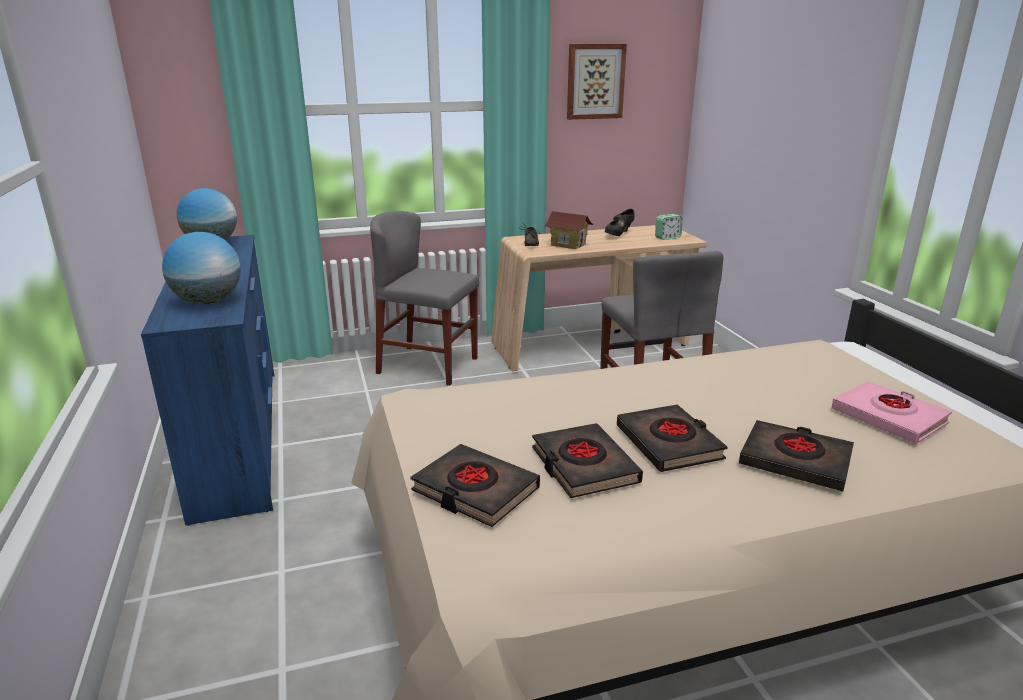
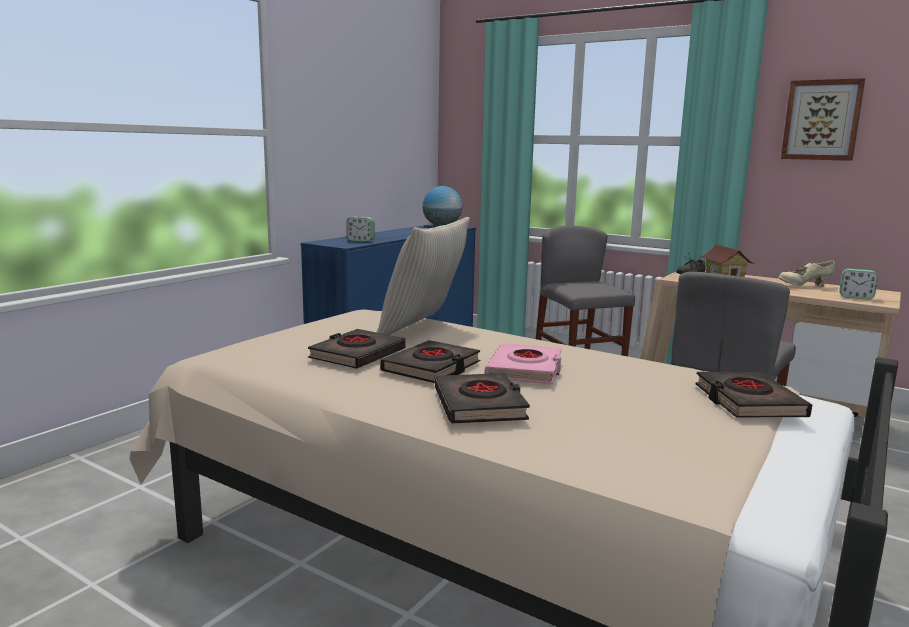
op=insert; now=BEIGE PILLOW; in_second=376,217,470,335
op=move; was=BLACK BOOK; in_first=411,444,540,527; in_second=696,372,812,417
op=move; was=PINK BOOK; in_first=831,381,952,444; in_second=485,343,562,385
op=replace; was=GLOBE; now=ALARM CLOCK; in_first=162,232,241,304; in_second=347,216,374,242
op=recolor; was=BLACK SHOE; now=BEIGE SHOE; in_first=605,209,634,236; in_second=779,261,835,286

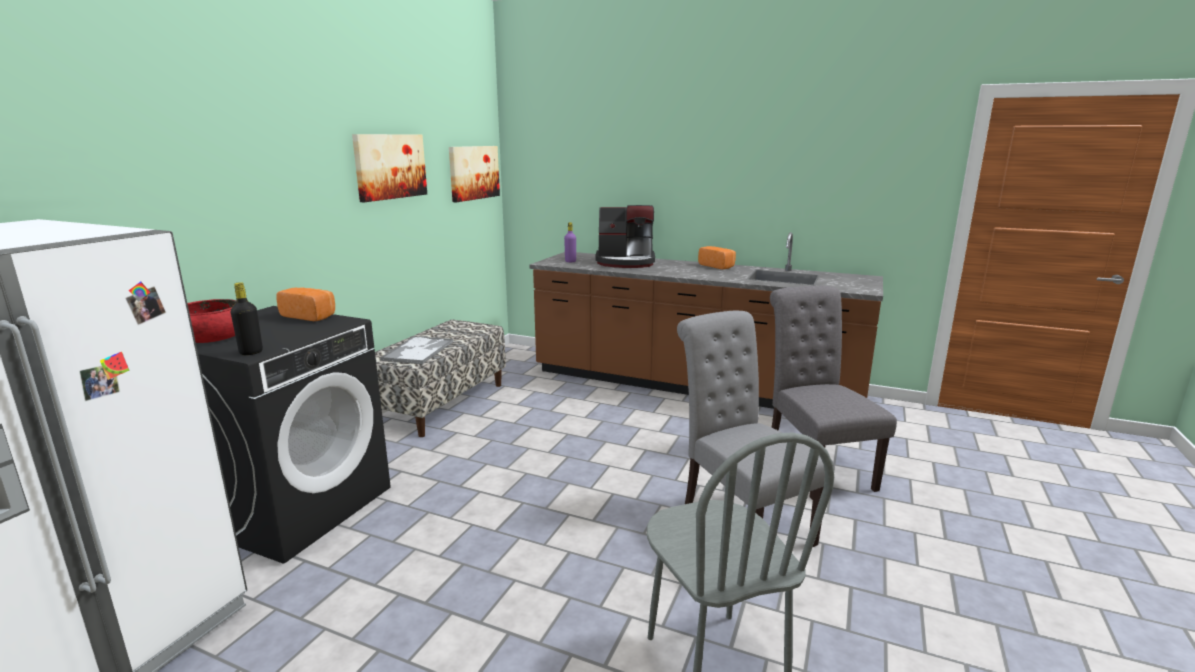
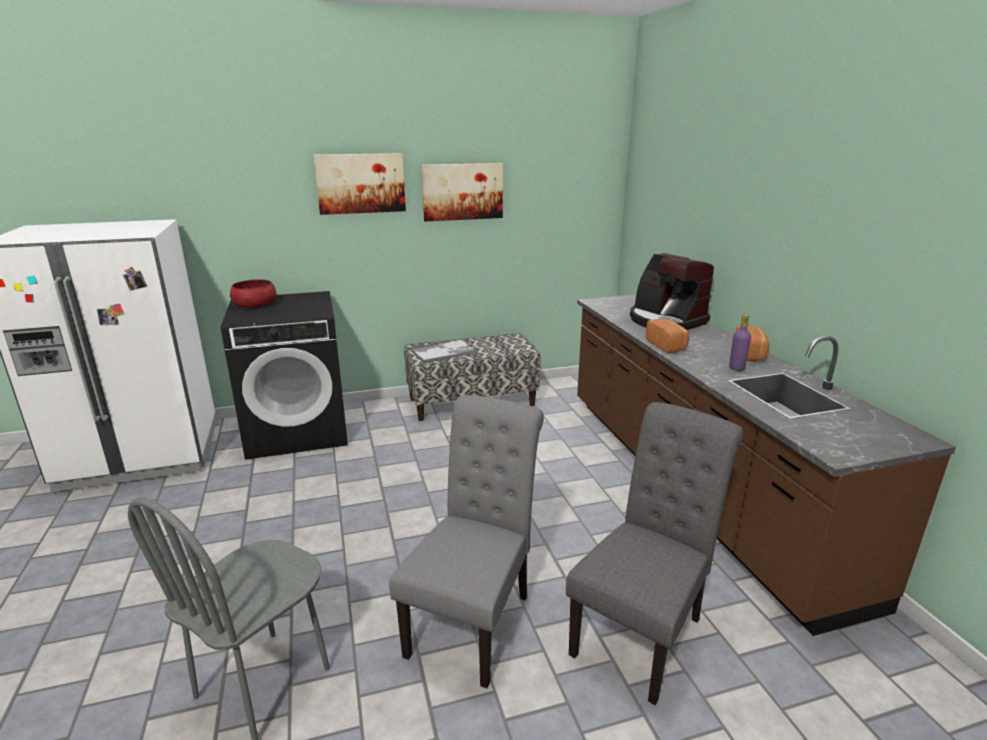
op=delete; was=BLACK BOTTLE; in_first=231,282,263,355
op=move; was=BREAD; in_first=276,287,335,321; in_second=646,319,690,353
op=move; was=PICTURE; in_first=449,146,500,202; in_second=314,153,406,215
op=move; was=PURPLE BOTTLE; in_first=564,222,576,262; in_second=729,315,751,371

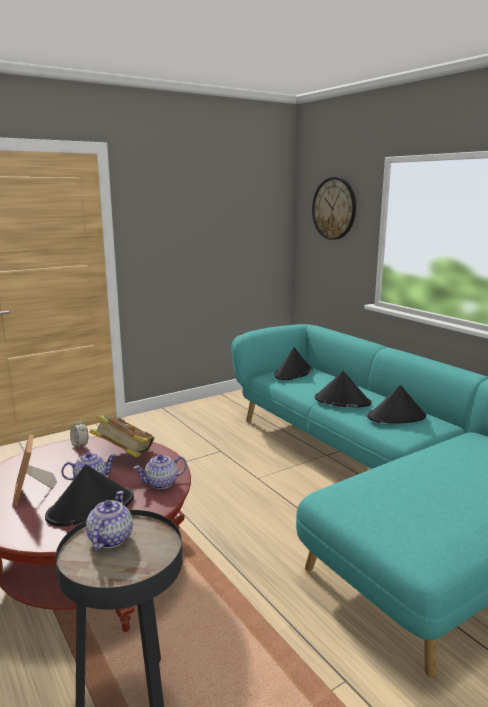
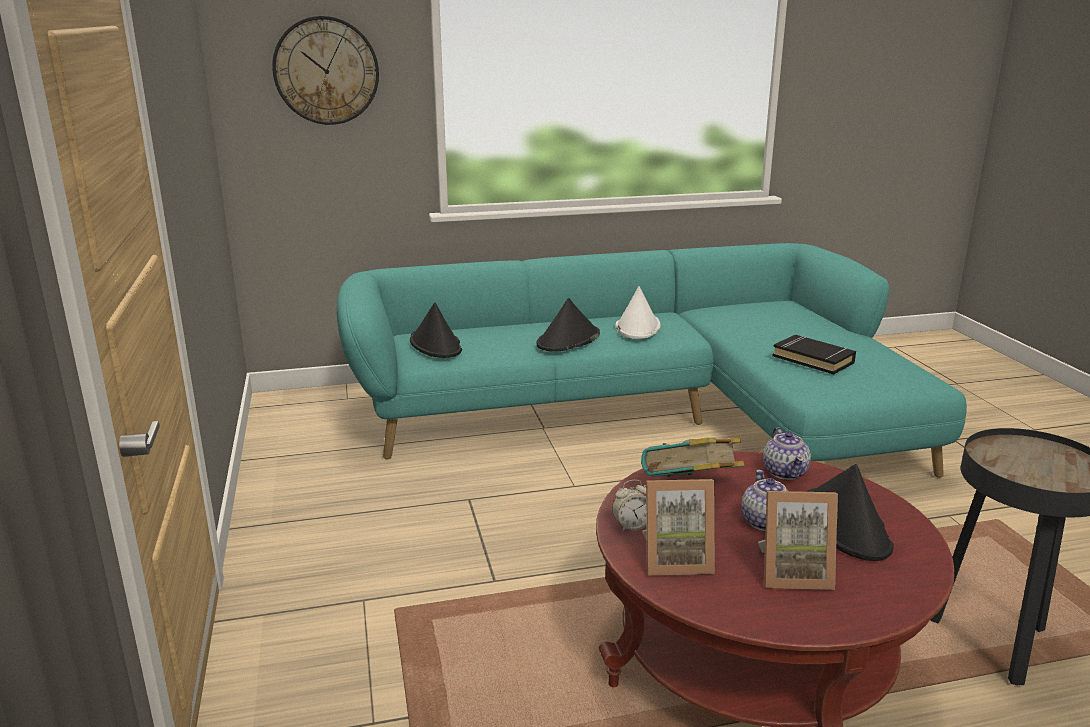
op=delete; was=TEAPOT; in_first=86,491,133,551
op=insert; now=PICTURE FRAME; in_second=642,479,715,576
op=insert; now=BLACK BOOK; in_second=773,335,856,374
op=recolor; was=BLACK HAT; now=WHITE HAT; in_first=367,385,426,424; in_second=616,286,661,339

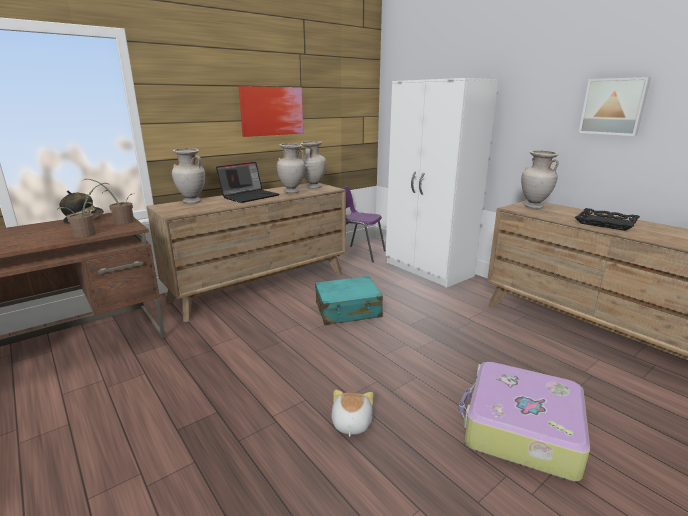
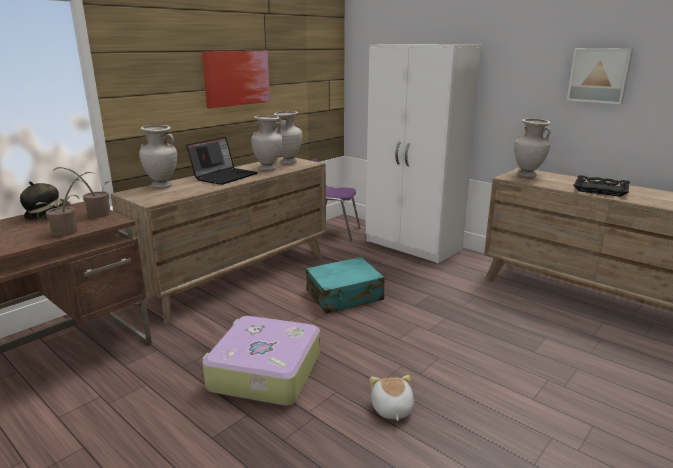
op=move; was=SUITCASE; in_first=458,362,590,481; in_second=202,316,320,406

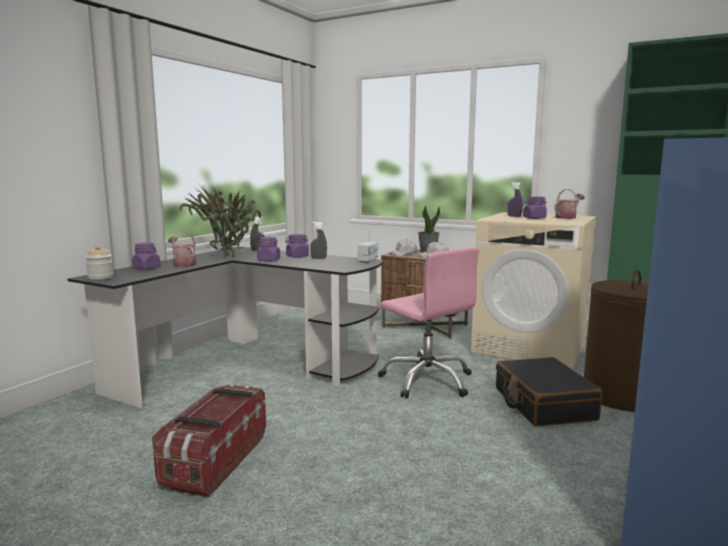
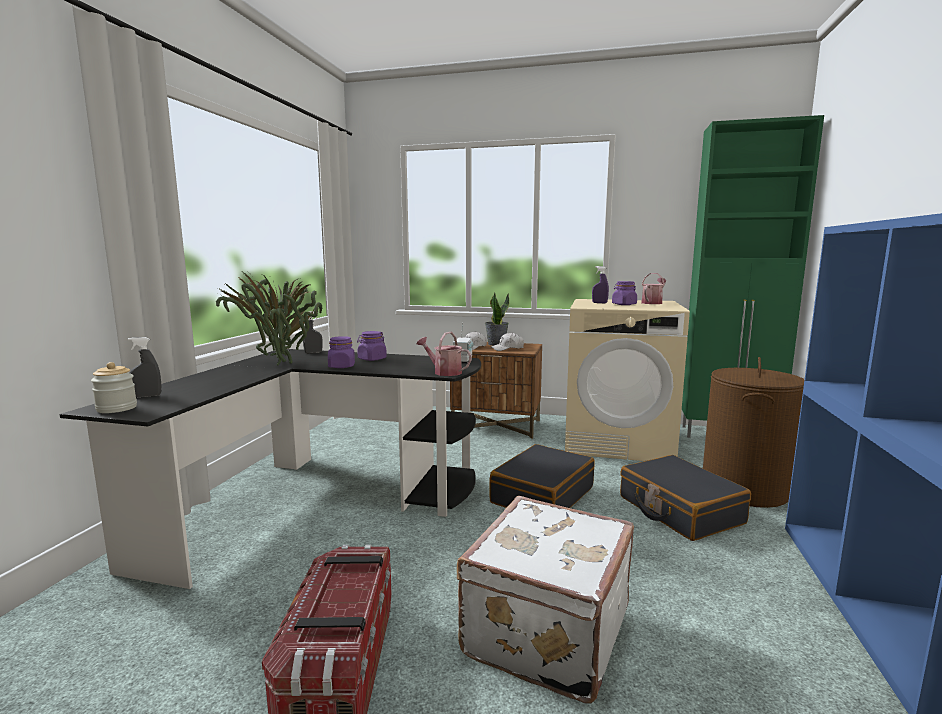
op=delete; was=PURPLE JAR; in_first=132,243,161,270
op=insert; now=WHITE SUITCASE; in_second=457,496,634,704
op=move; was=WATERING CAN; in_first=168,233,196,267; in_second=417,332,472,376
op=move; was=GREY SPRAY BOTTLE; in_first=310,222,327,259; in_second=128,337,161,398
op=replace; was=PINK OFFICE CHAIR; now=BLACK SUITCASE; in_first=378,247,479,398; in_second=489,444,595,508

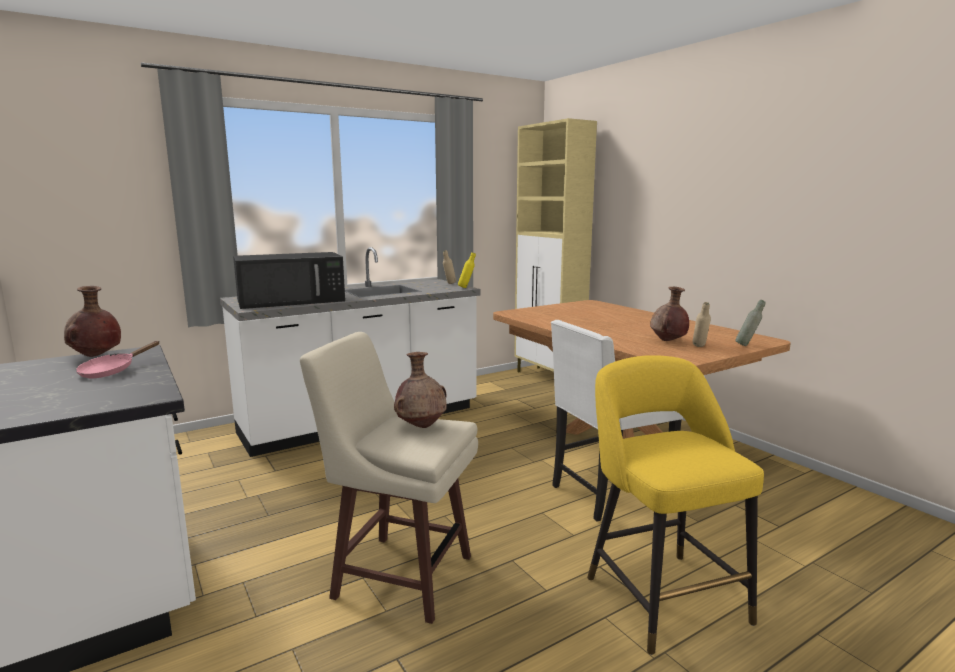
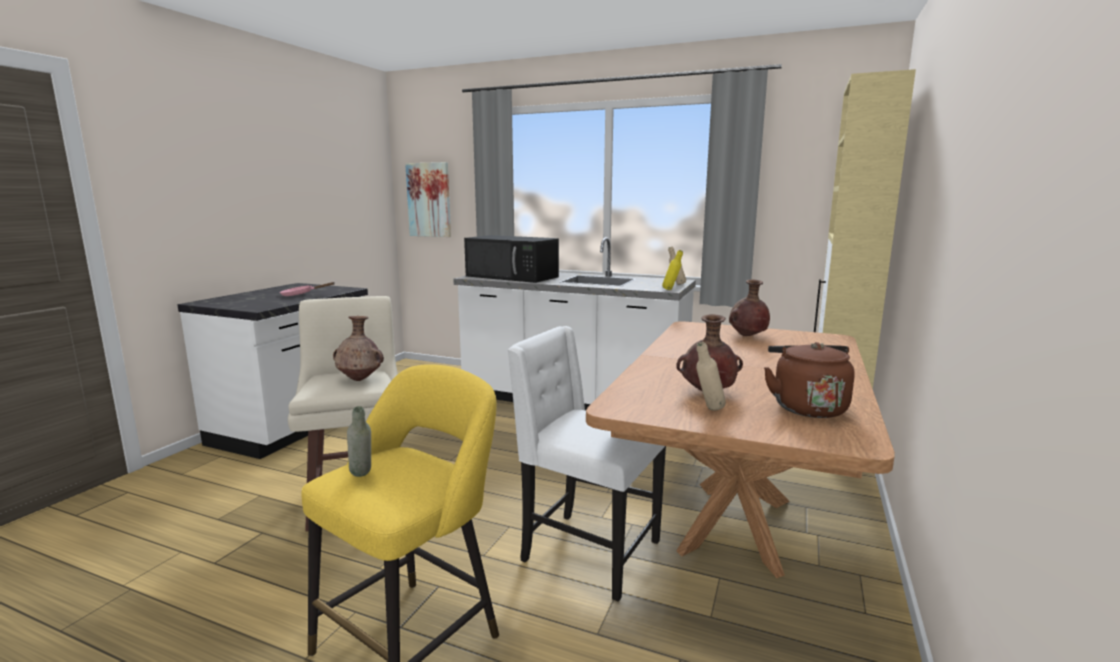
op=insert; now=PICTURE; in_second=405,162,451,237
op=insert; now=BROWN KETTLE; in_second=764,342,855,418
op=move; was=BROWN VASE; in_first=64,286,121,357; in_second=729,279,770,336
op=move; was=GREY BOTTLE; in_first=735,300,766,346; in_second=347,406,371,477

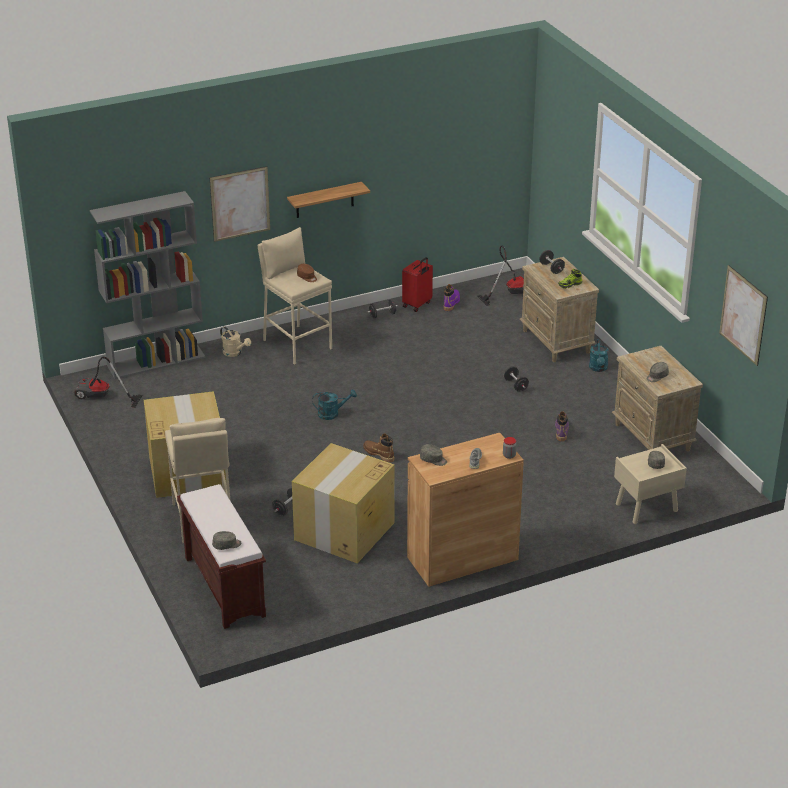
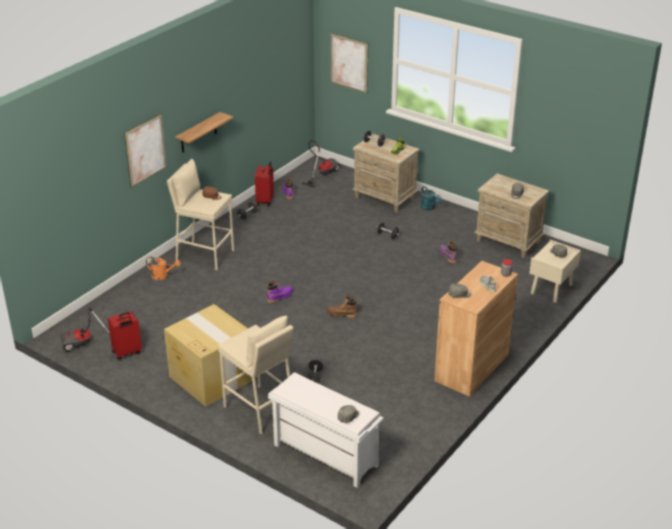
op=delete; was=GREY BOOKCASE; in_first=90,191,205,379
op=delete; was=CARDBOARD BOX; in_first=292,443,394,563
op=insert; now=RED SUITCASE; in_second=108,311,142,360
op=move; was=PICTURE; in_first=719,265,768,366; in_second=331,33,368,93
op=replace; was=TURQUOISE WATERING CAN; now=PURPLE BOOT; in_first=312,389,357,420; in_second=267,280,293,303
op=recolor; was=BROWN BENCH; now=WHITE BENCH; in_first=177,484,266,629; in_second=268,372,384,488
op=recolor; was=BEIGE WATERING CAN; now=ORANGE WATERING CAN; in_first=220,326,251,357; in_second=146,257,180,280

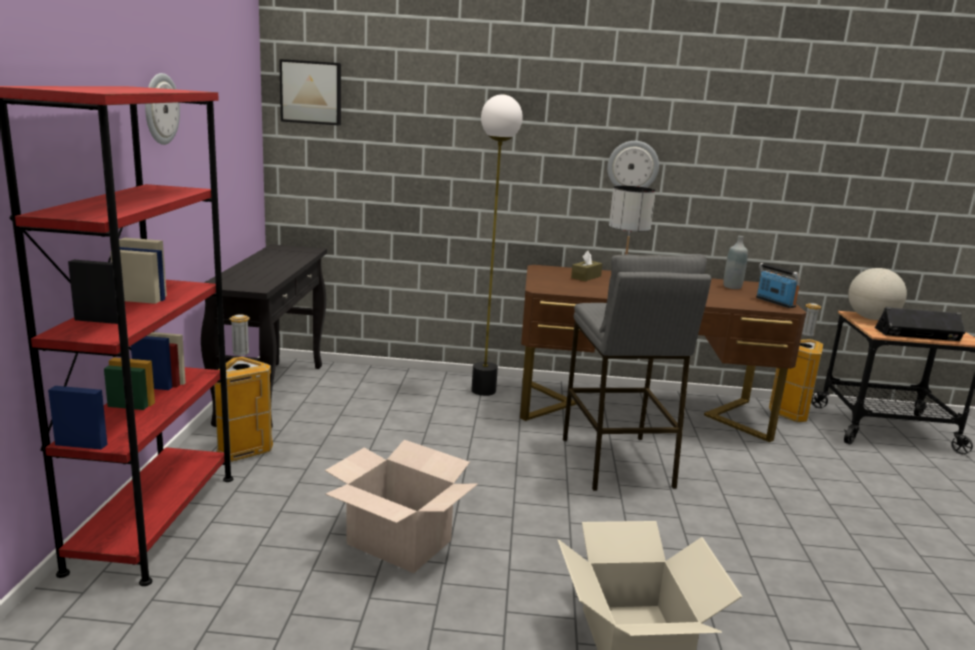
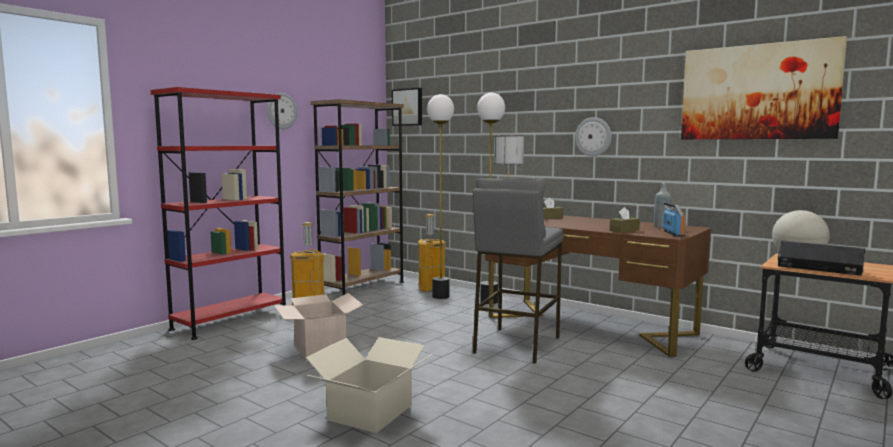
op=insert; now=FLOOR LAMP; in_second=427,94,454,299
op=insert; now=BROWN TISSUE BOX; in_second=610,207,640,233
op=insert; now=PICTURE; in_second=681,36,847,139
op=move; was=TRASH CAN; in_first=769,303,823,422; in_second=418,214,446,292
op=replace; was=BLACK CONSOLE TABLE; now=BROWN BOOKCASE; in_first=201,244,327,429; in_second=311,99,404,296

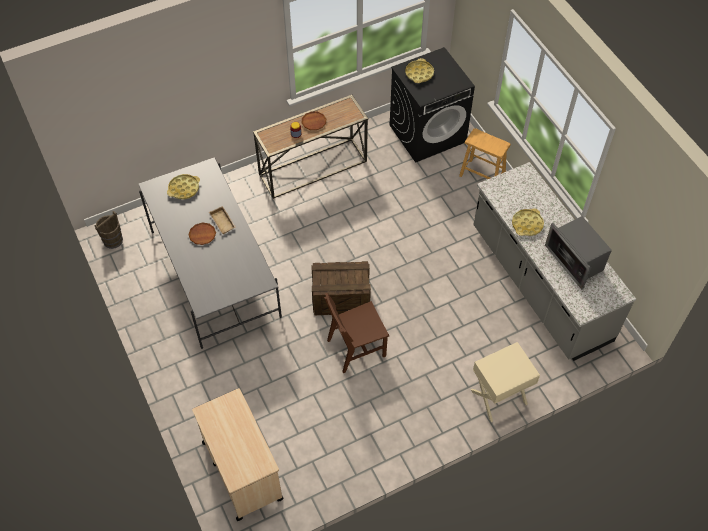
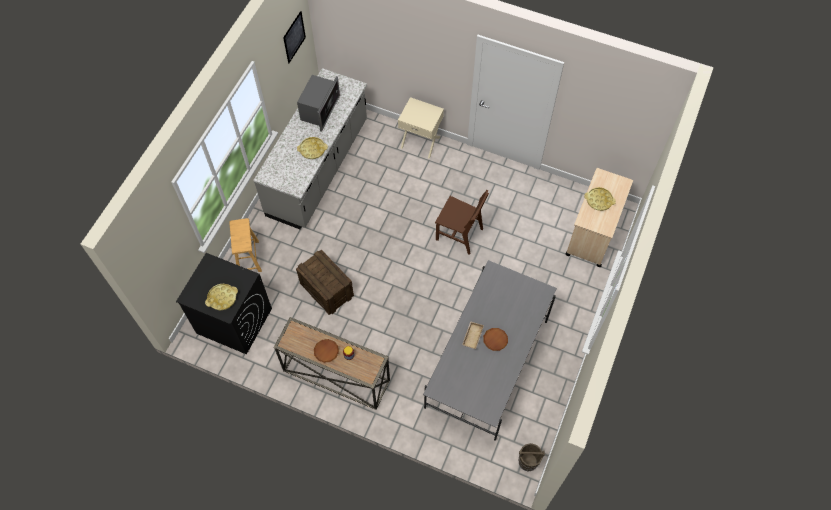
op=insert; now=PICTURE; in_second=283,11,306,63
op=move; was=YELLOW TRAY; in_first=167,174,200,199; in_second=584,187,616,211
op=move; was=CRATE; in_first=311,261,371,316; in_second=296,249,354,315

